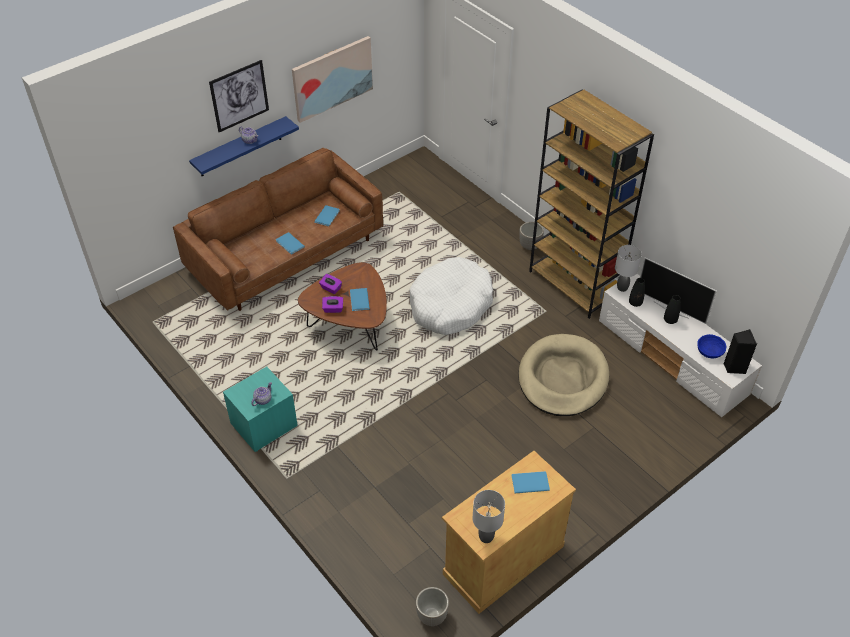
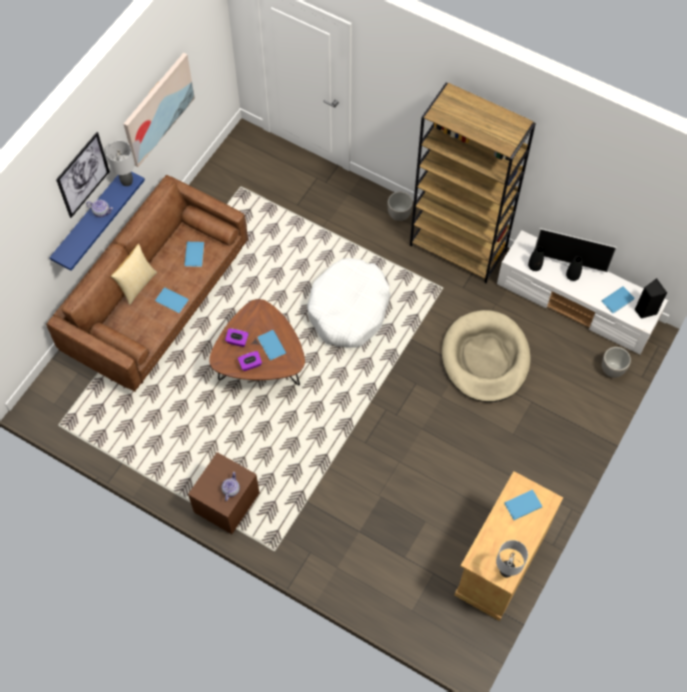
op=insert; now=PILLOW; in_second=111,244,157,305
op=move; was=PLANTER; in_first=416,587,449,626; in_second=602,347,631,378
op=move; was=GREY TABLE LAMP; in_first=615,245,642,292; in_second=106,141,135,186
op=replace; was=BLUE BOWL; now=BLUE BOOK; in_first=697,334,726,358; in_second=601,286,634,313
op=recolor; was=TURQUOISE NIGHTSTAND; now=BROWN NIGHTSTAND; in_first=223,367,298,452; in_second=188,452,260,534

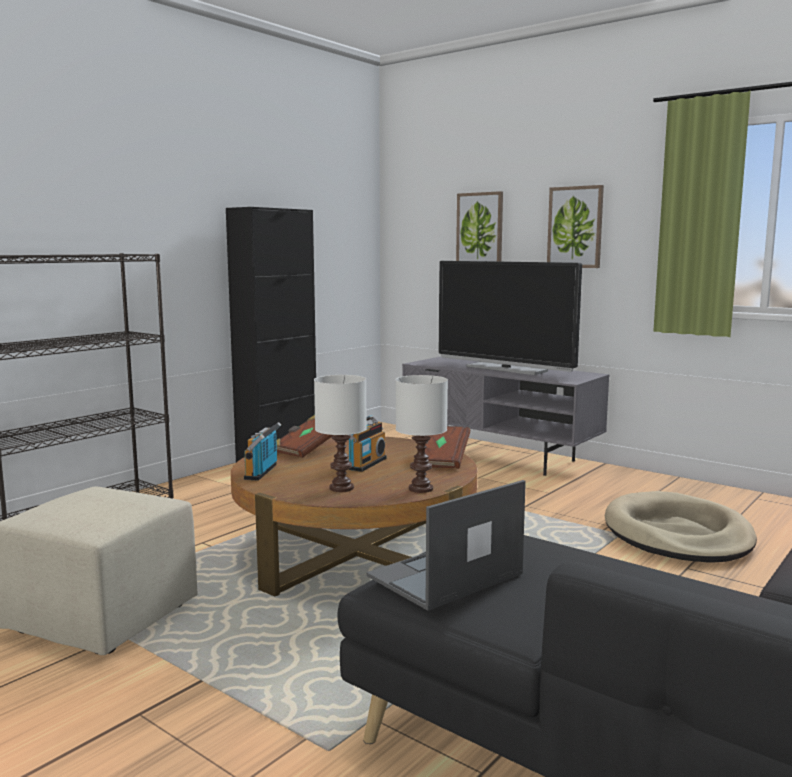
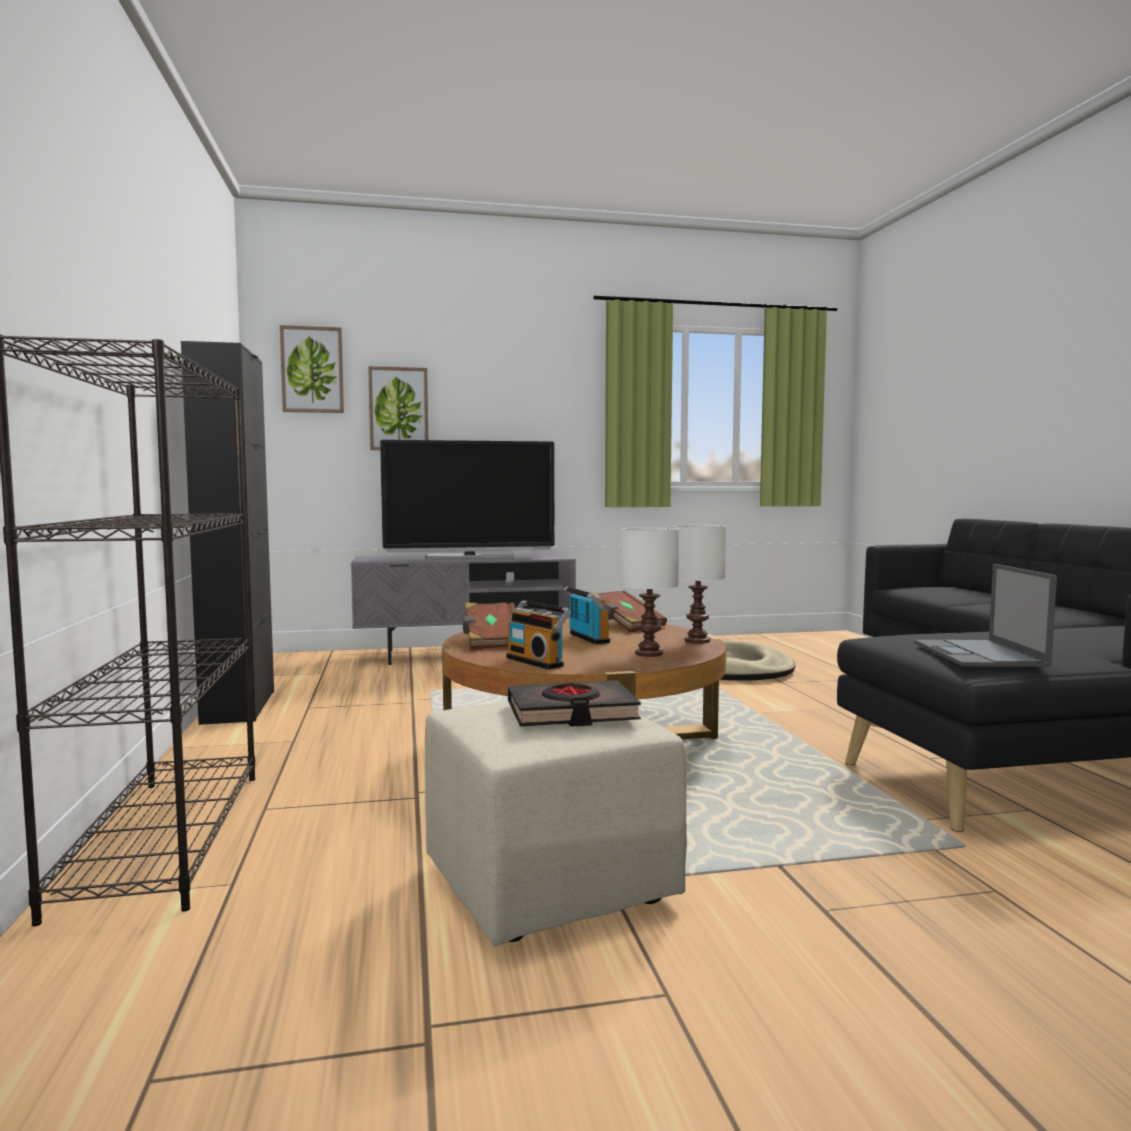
op=insert; now=BLACK BOOK; in_second=508,680,641,727
op=move; was=PICTURE; in_first=547,185,604,268; in_second=280,325,344,413

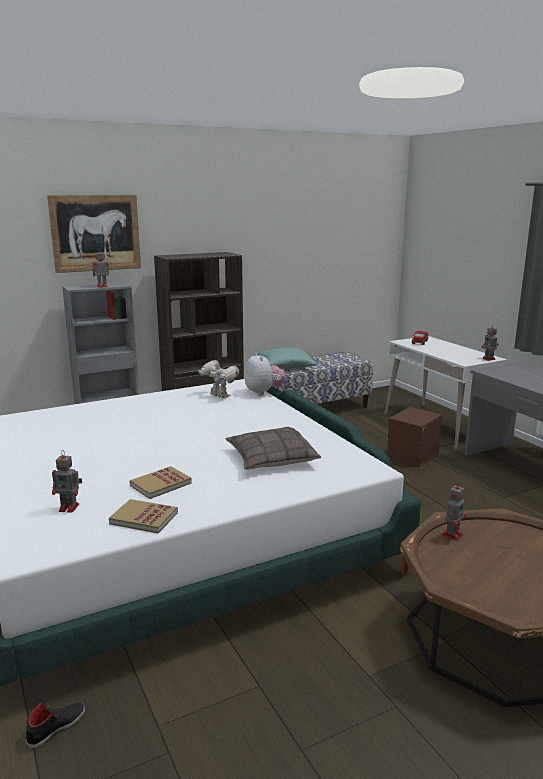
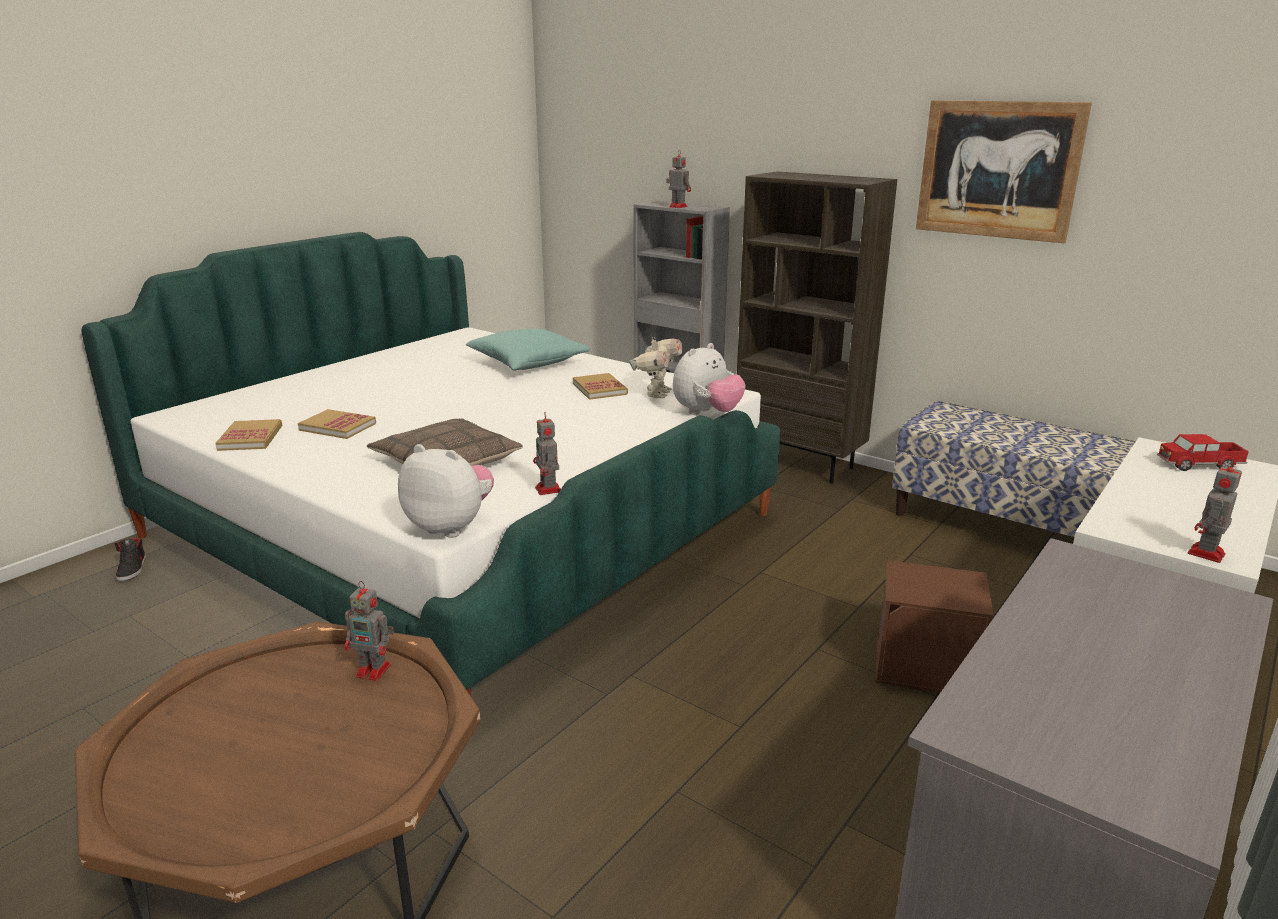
op=insert; now=PLUSH TOY; in_second=398,444,494,538
op=insert; now=BOOK; in_second=573,373,628,400
op=move; was=PICTURE; in_first=47,195,141,273; in_second=916,100,1092,243
op=move; was=TOY ROBOT; in_first=52,450,82,513; in_second=533,412,561,495
op=move; was=TURQUOISE PILLOW; in_first=257,347,317,369; in_second=465,329,590,371
op=rotate; was=BLACK SHOE; in_first=26,702,85,749; in_second=115,538,146,581; clockwise=60

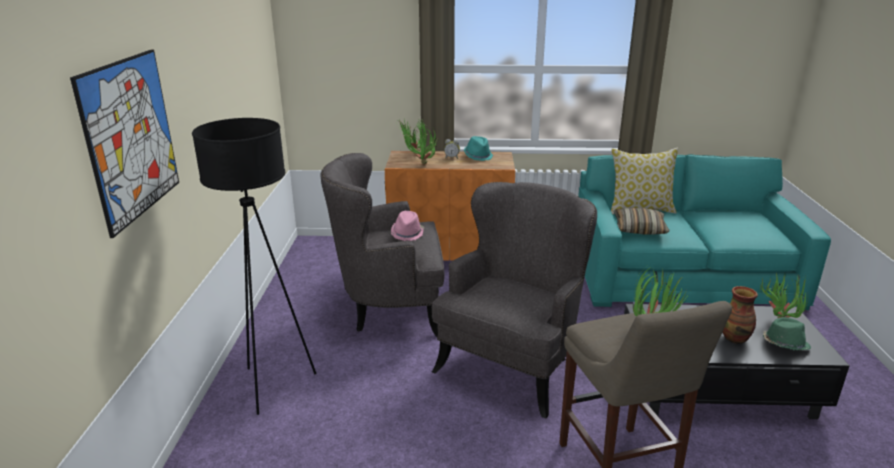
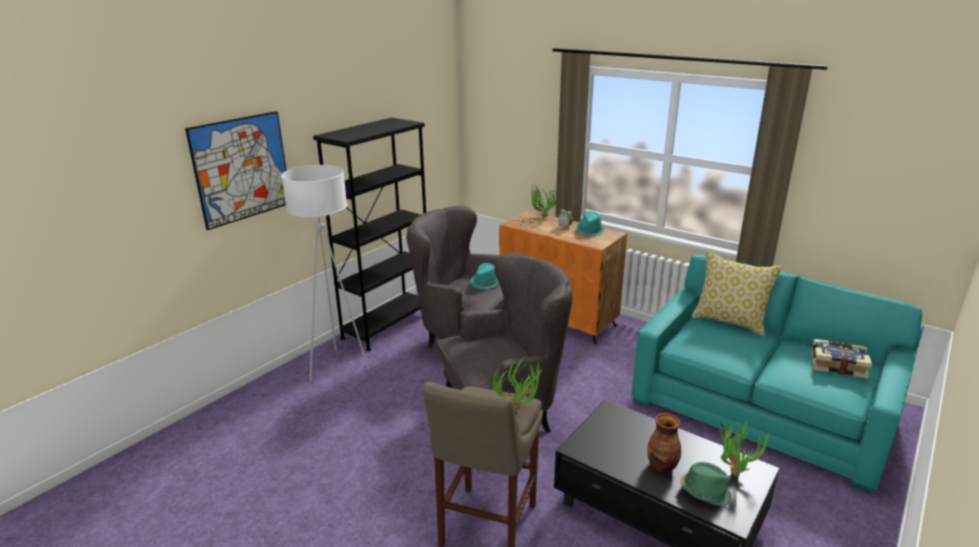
op=delete; was=POTTED PLANT; in_first=403,127,437,164
op=delete; was=PILLOW; in_first=614,208,669,235
op=insert; now=BLACK BOOKCASE; in_second=313,118,426,352
op=insert; now=BOOK; in_second=811,339,872,379
op=recolor; was=BLACK FLOOR LAMP; now=WHITE FLOOR LAMP; in_first=192,118,316,415; in_second=281,165,369,381
op=recolor; was=PINK HAT; now=TURQUOISE HAT; in_first=391,211,424,241; in_second=470,263,499,290

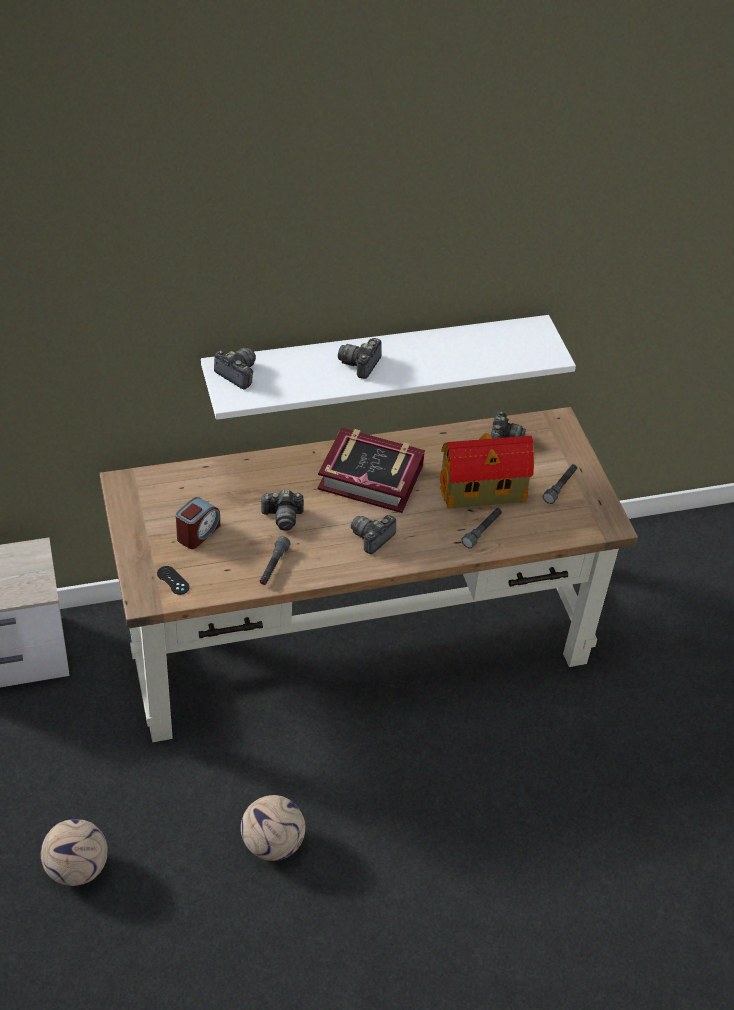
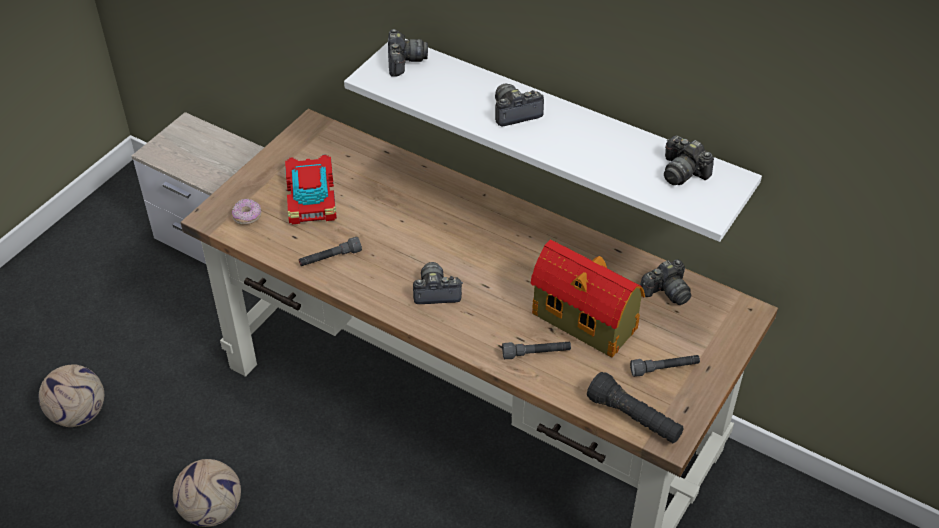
op=delete; was=BOOK; in_first=317,428,425,513
op=insert; now=BLACK FLASHLIGHT; in_second=587,372,683,443
op=move; was=PHOTO CAMERA; in_first=260,490,304,531; in_second=664,135,714,185
op=replace; was=BLACK GAME CONTROLLER; now=DONUT; in_first=157,566,190,595; in_second=232,199,262,225
op=replace; was=ALARM CLOCK; now=TOY CAR; in_first=176,497,220,549; in_second=285,154,337,224

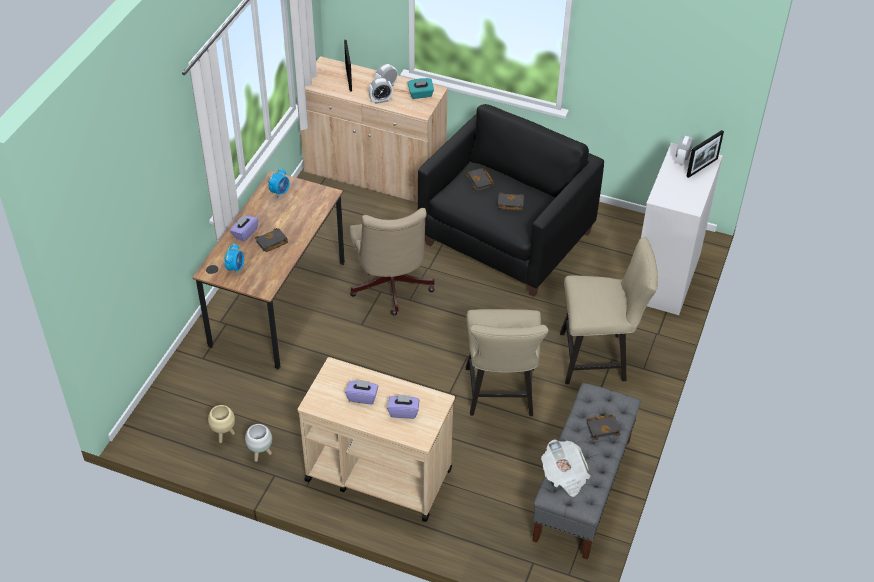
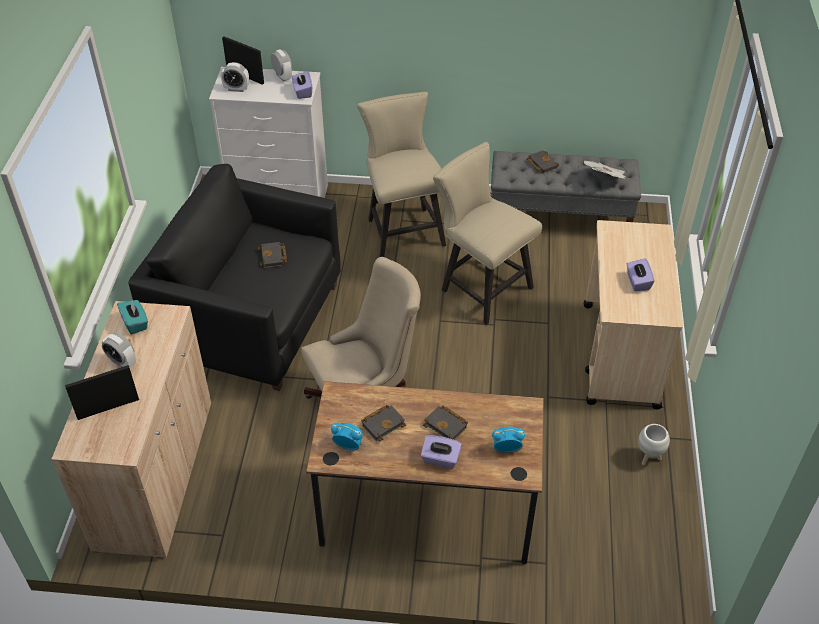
op=delete; was=BEIGE PLANTER; in_first=208,405,235,443
op=move; was=ALARM CLOCK; in_first=368,78,393,104; in_second=271,49,292,81
op=move; was=PURPLE TISSUE BOX; in_first=387,394,419,419; in_second=292,71,312,99
op=move; was=BLACK BOOK; in_first=465,168,494,190; in_second=361,405,406,442
op=rotate; was=BEIGE CHAIR; in_first=466,309,549,416; in_second=433,142,542,325; clockwise=-120

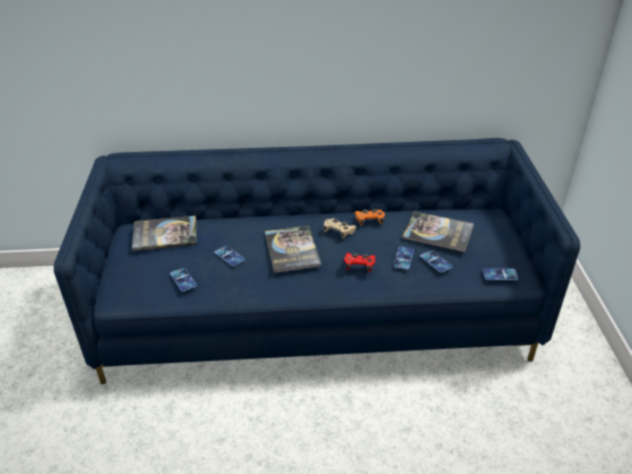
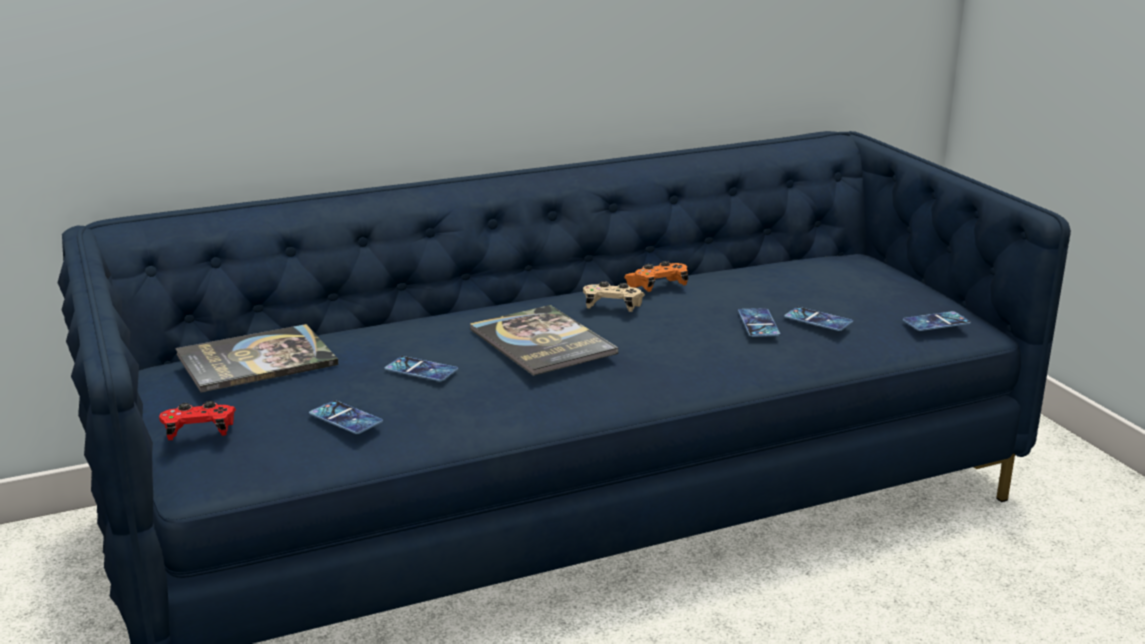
op=delete; was=BOOK; in_first=402,211,474,252
op=move; was=RED GAME CONTROLLER; in_first=344,253,376,272; in_second=159,401,236,440

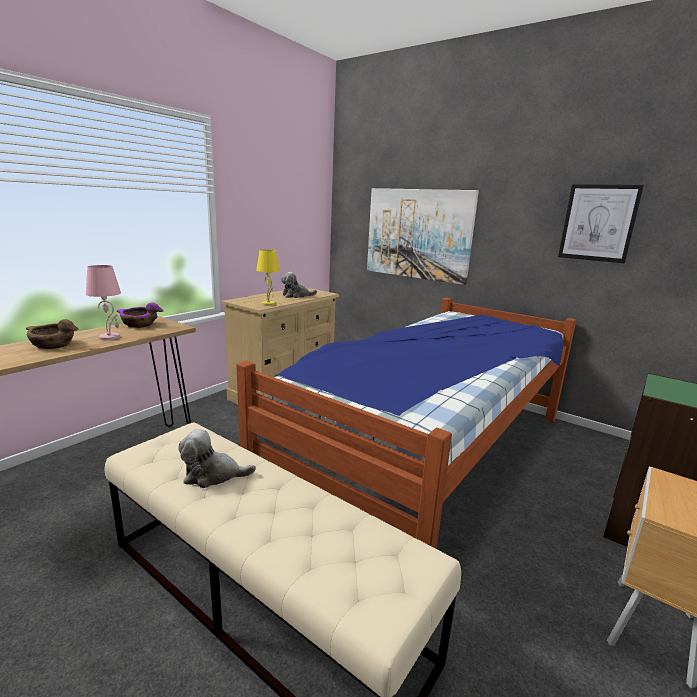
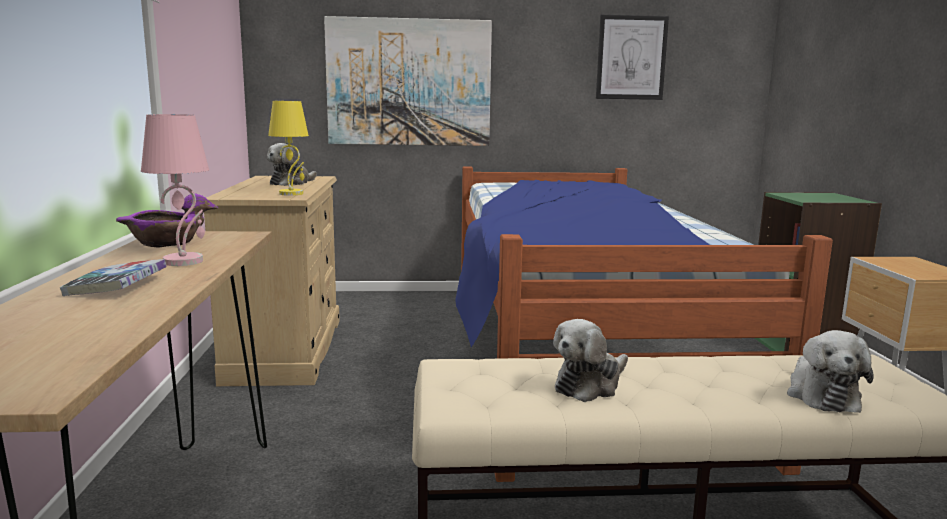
op=insert; now=PLUSH TOY; in_second=787,330,874,413
op=replace; was=BROWN BOWL; now=BOOK; in_first=26,319,79,349; in_second=60,259,166,296

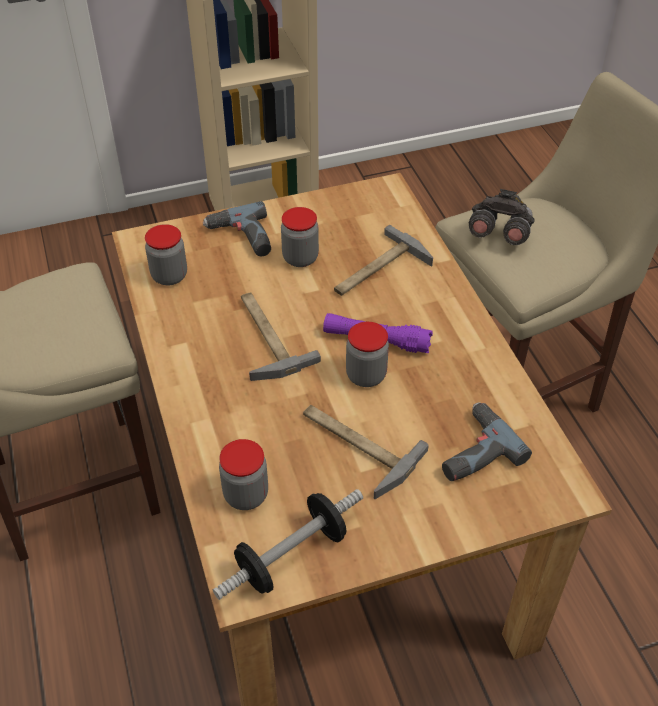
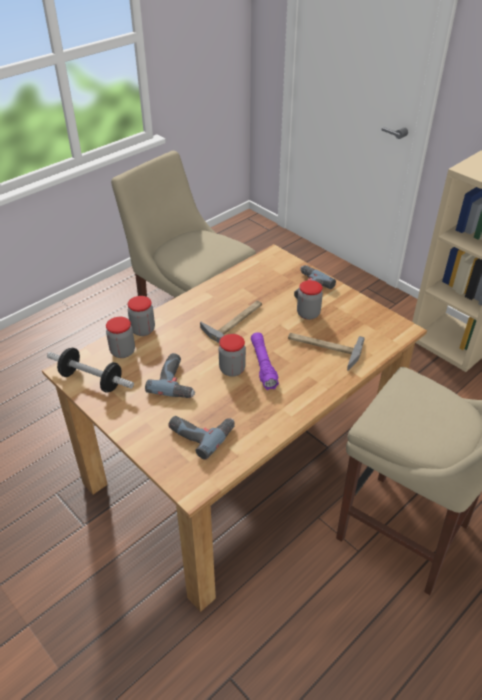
op=delete; was=GREY BINOCULARS; in_first=468,189,534,245
op=move; was=JAR; in_first=145,224,187,285; in_second=128,296,155,336
op=replace; was=HAMMER; now=POWER DRILL; in_first=303,405,429,499; in_second=145,353,195,398

